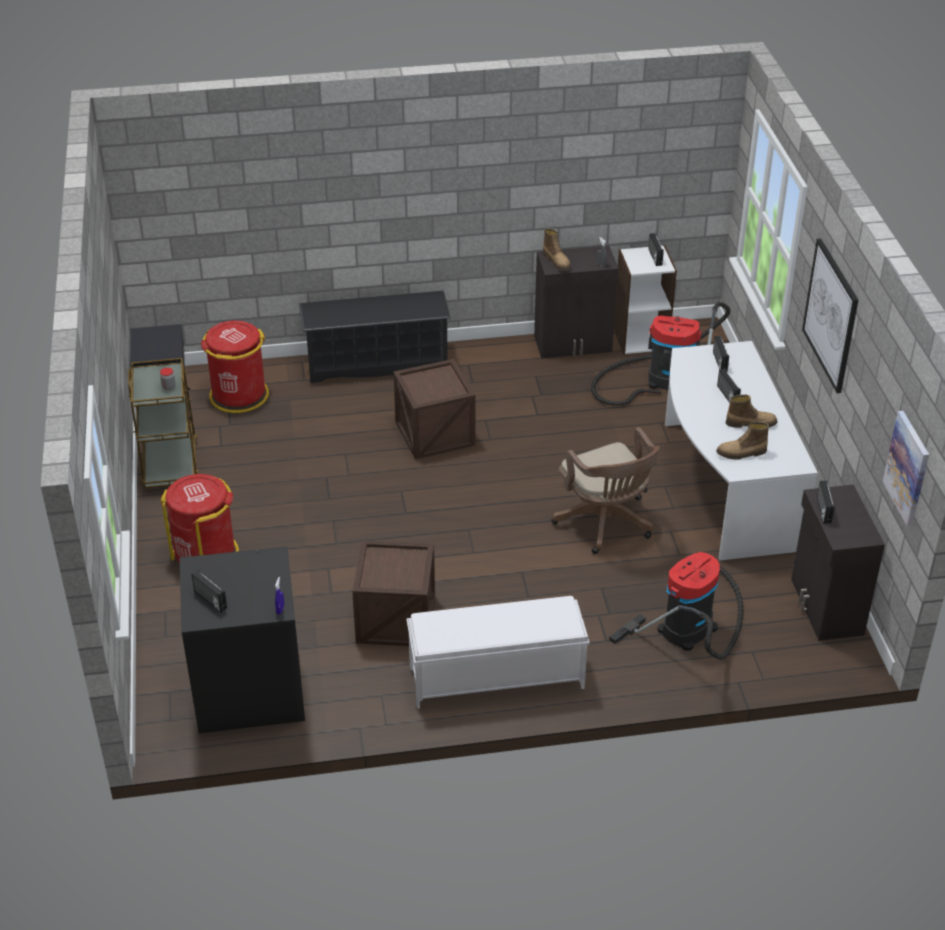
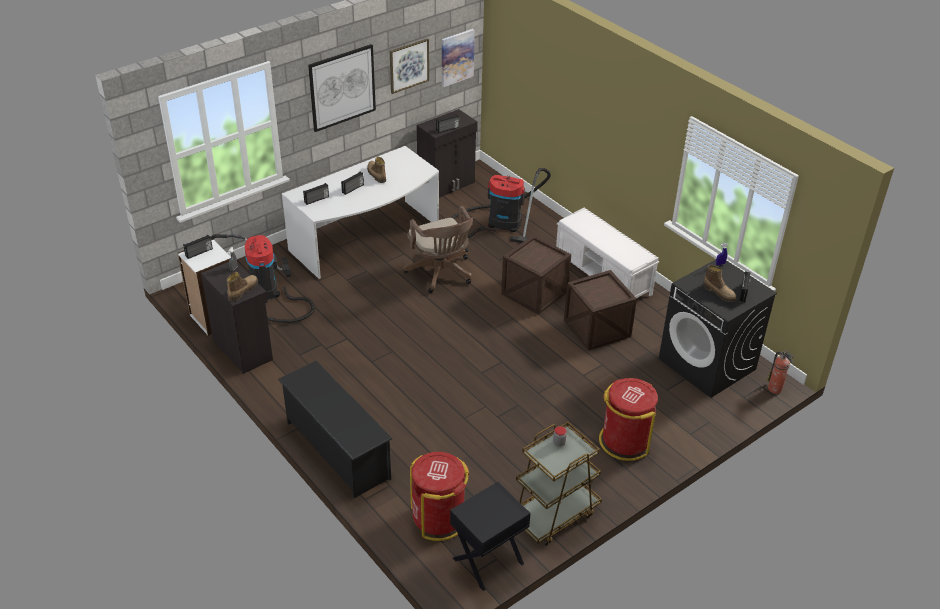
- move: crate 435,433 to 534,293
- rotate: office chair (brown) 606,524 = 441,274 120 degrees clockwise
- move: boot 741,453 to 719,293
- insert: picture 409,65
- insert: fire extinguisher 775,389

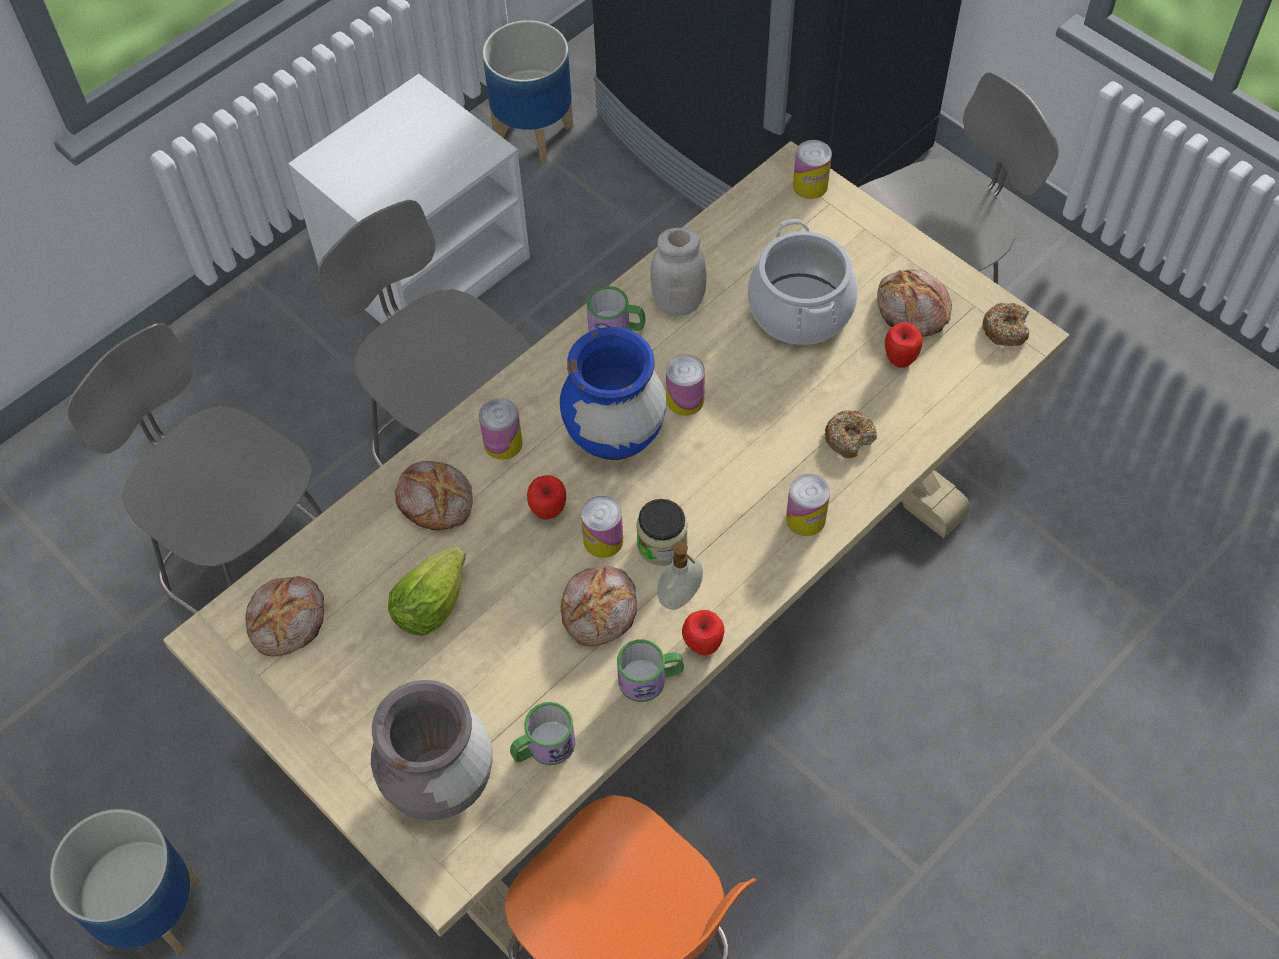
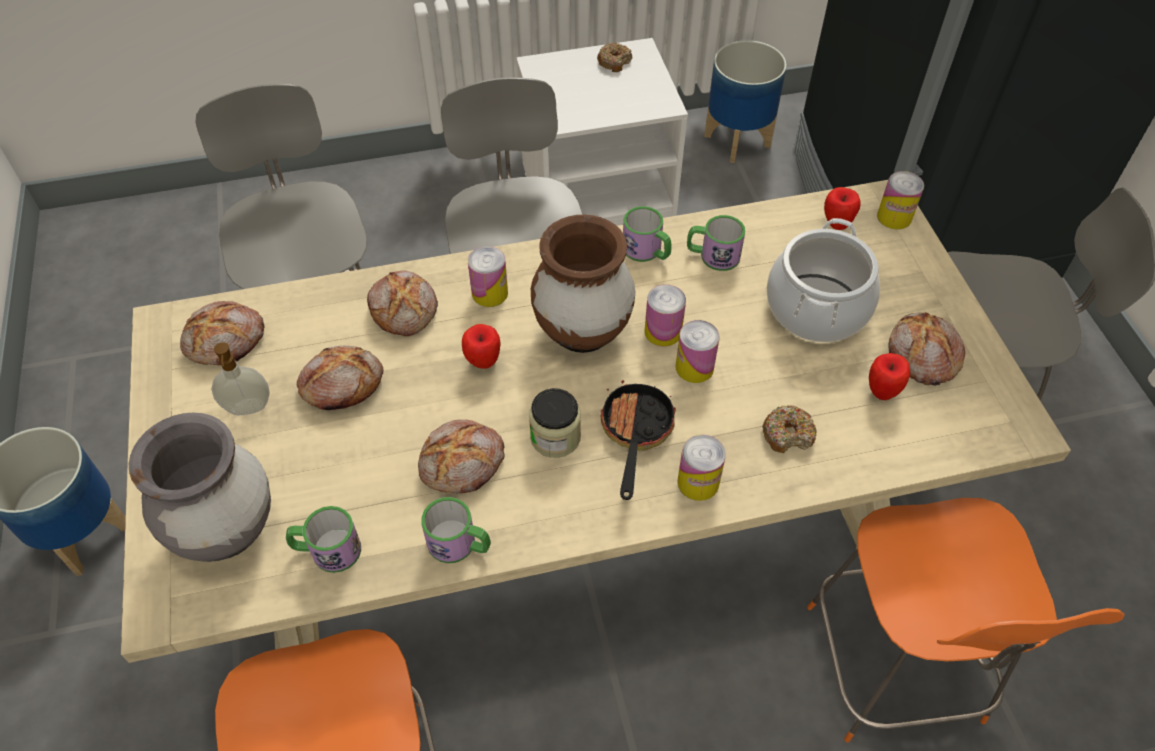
- replace: lettuce 434,601 to bread 341,384
- recolor: vase (blue) 614,436 to vase (brown) 582,332
- move: can 603,540 to 694,367
- replace: jar (white) 678,303 to mug 712,255
- move: soap dispenser 681,598 to 248,408
- move: apple 703,646 to 836,224
- move: donut 1005,329 to 614,62
- insert: frying pan 635,433
- insert: chair (orange) 895,670

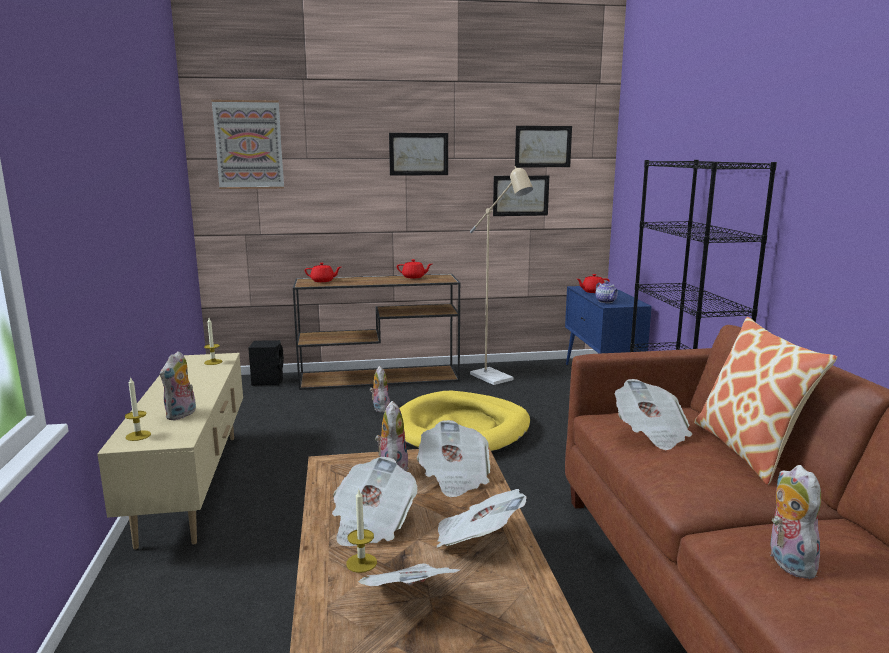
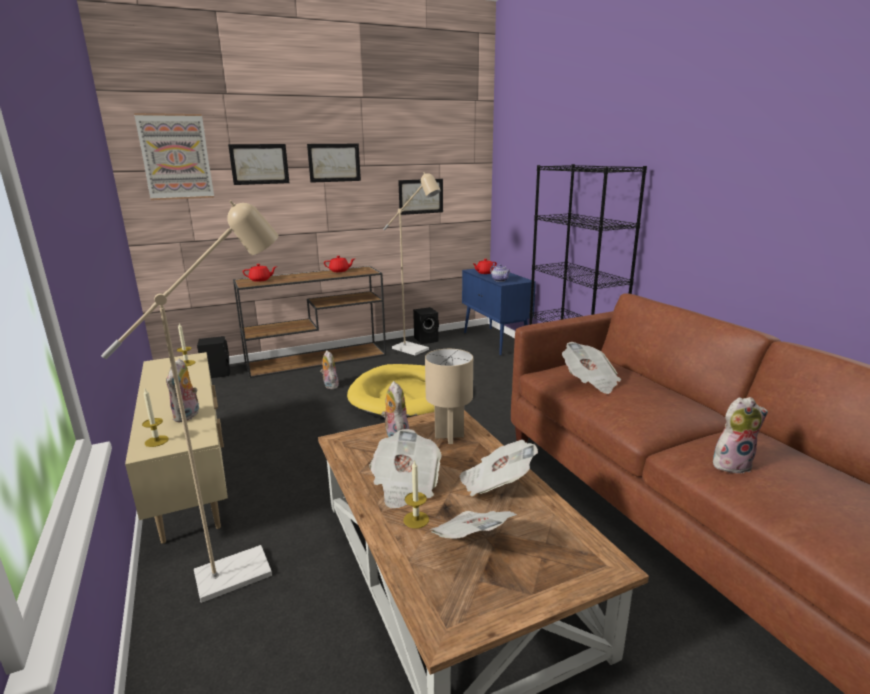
- replace: newspaper 454,477 to table lamp (beige) 449,437
- move: picture 543,146 to 259,164
- delete: pillow 749,450
- rotate: plush toy 787,561 = 731,464 105 degrees clockwise
- insert: floor lamp (beige) 247,568
- insert: speaker (black) 427,339

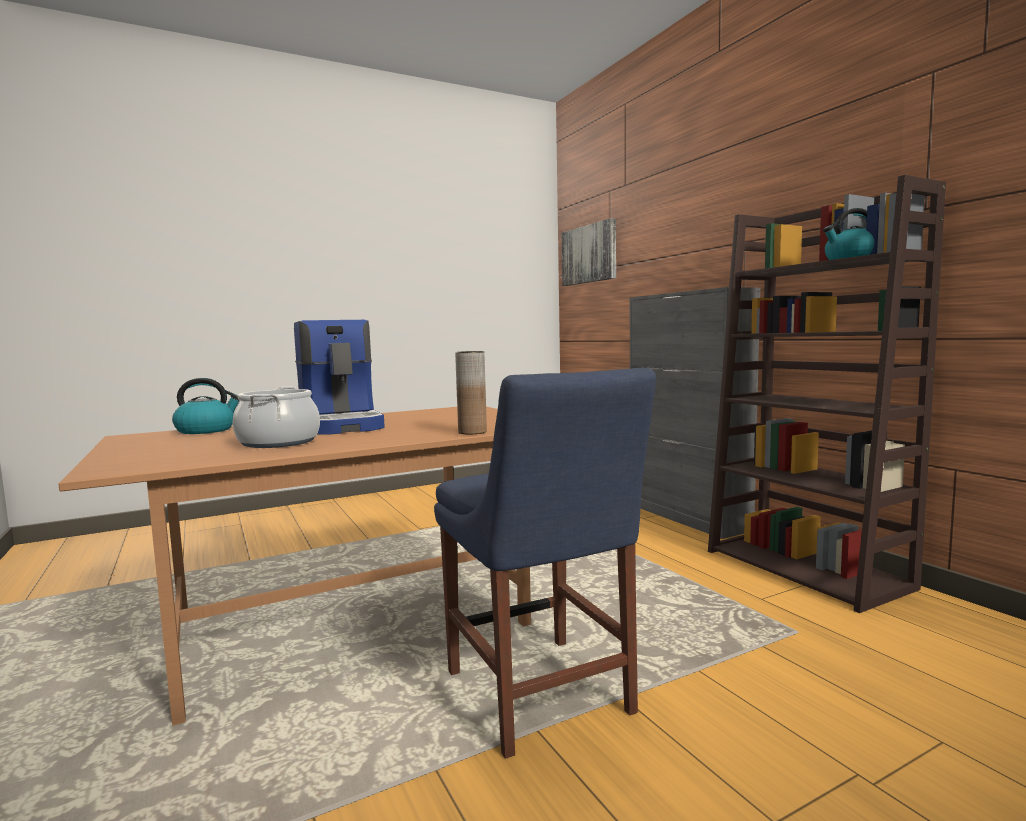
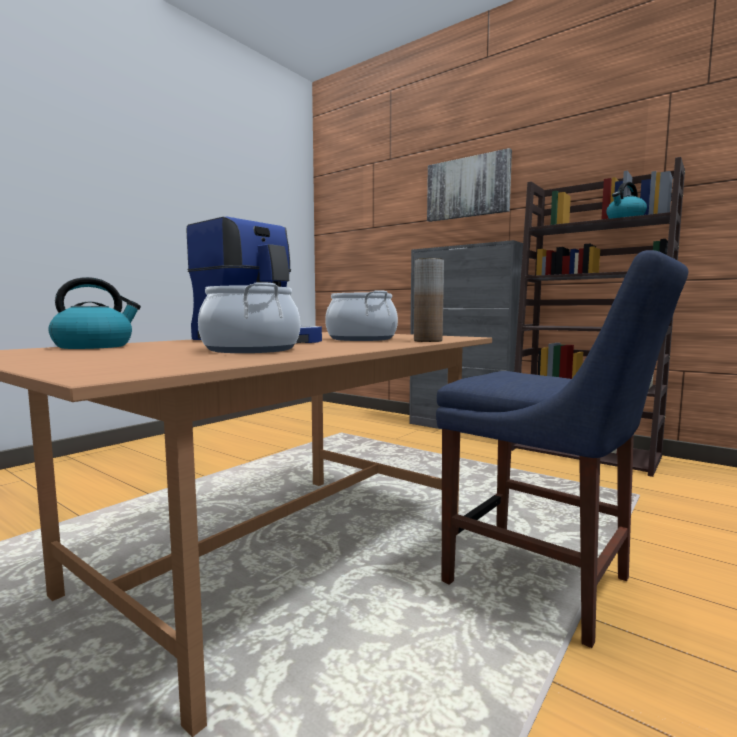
- move: picture 589,254 to 468,188
- insert: cooking pot 361,339

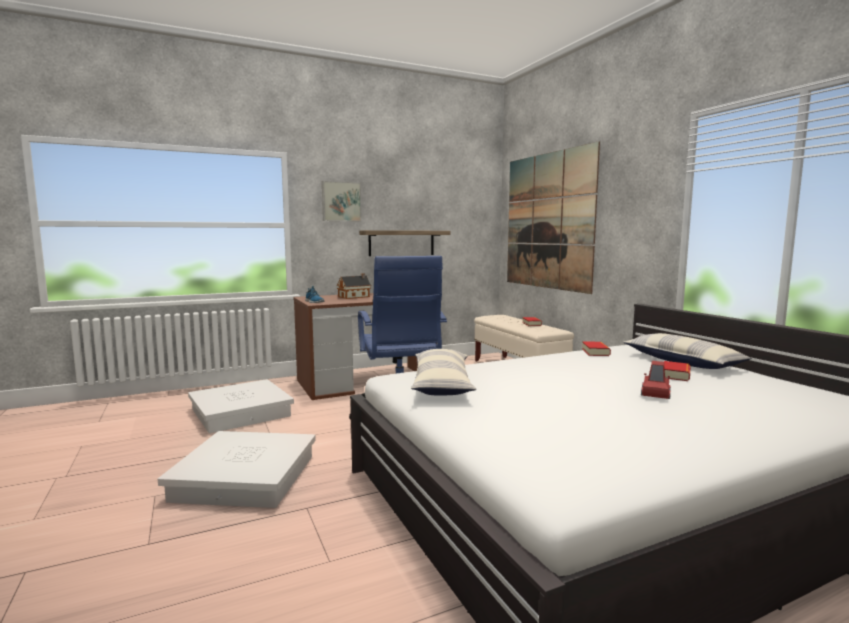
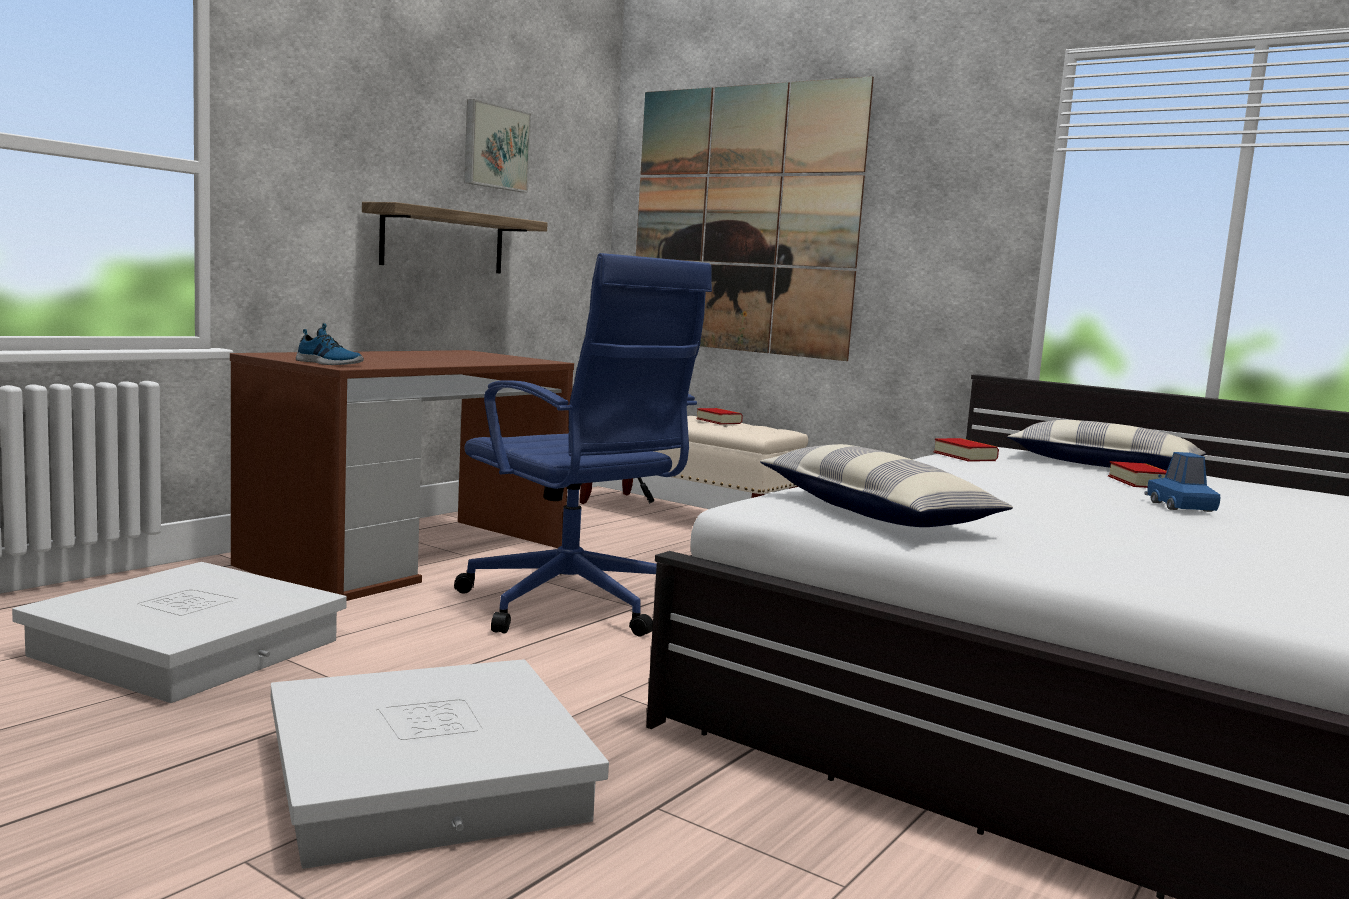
- move: picture 341,201 to 494,147
- delete: toy house 355,297
- recolor: toy car (red) 655,394 to toy car (blue) 1180,506

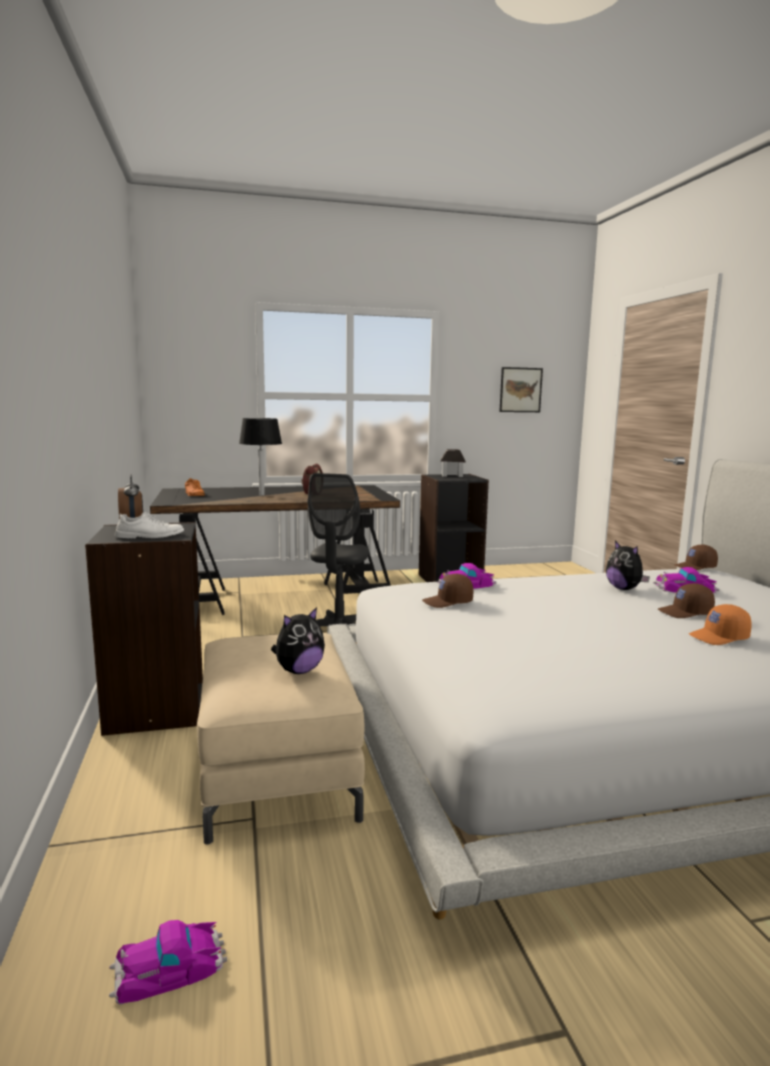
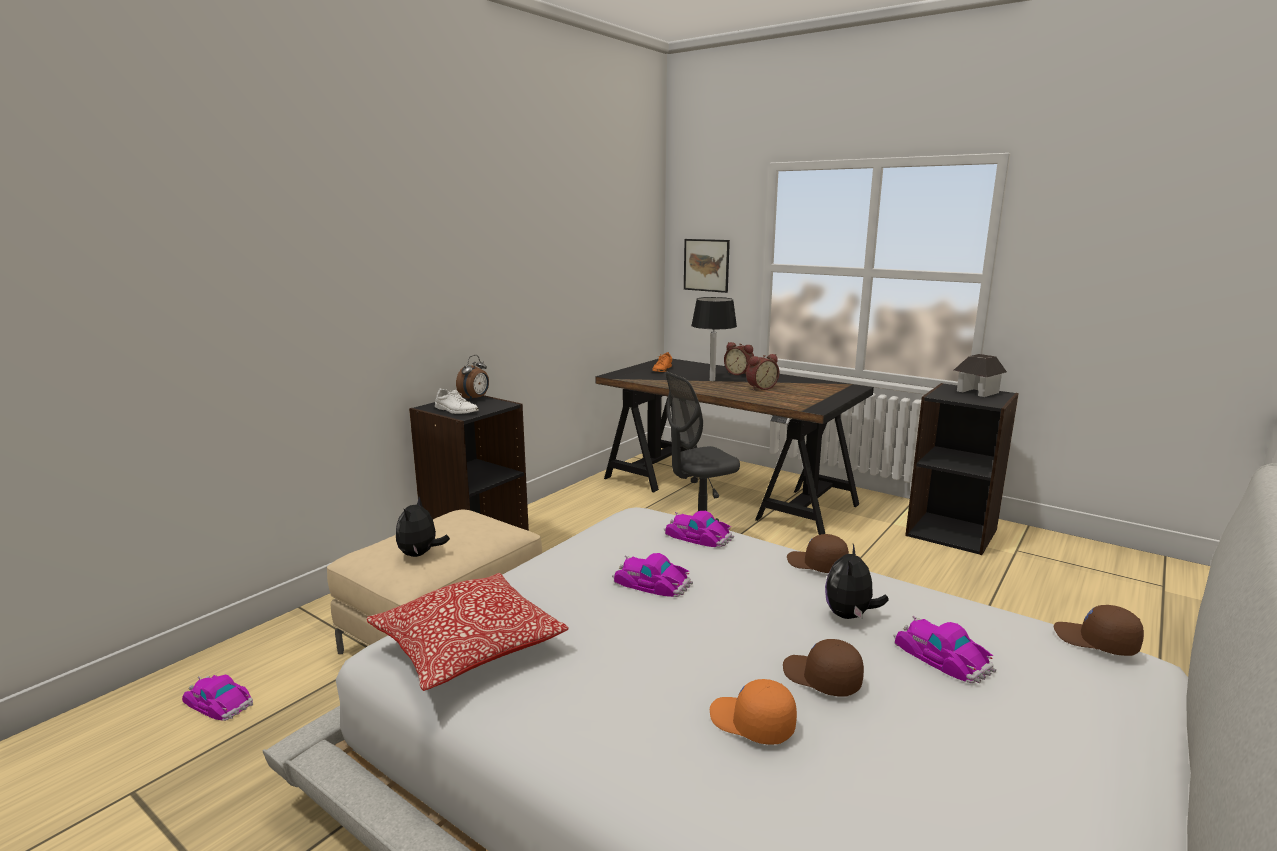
- rotate: plush toy 299,671 = 420,554 90 degrees clockwise
- move: cap (brown) 448,602 to 816,565
- move: picture 520,390 to 706,265
- insert: pillow 468,648
- insert: toy car 651,582
- insert: alarm clock 739,373

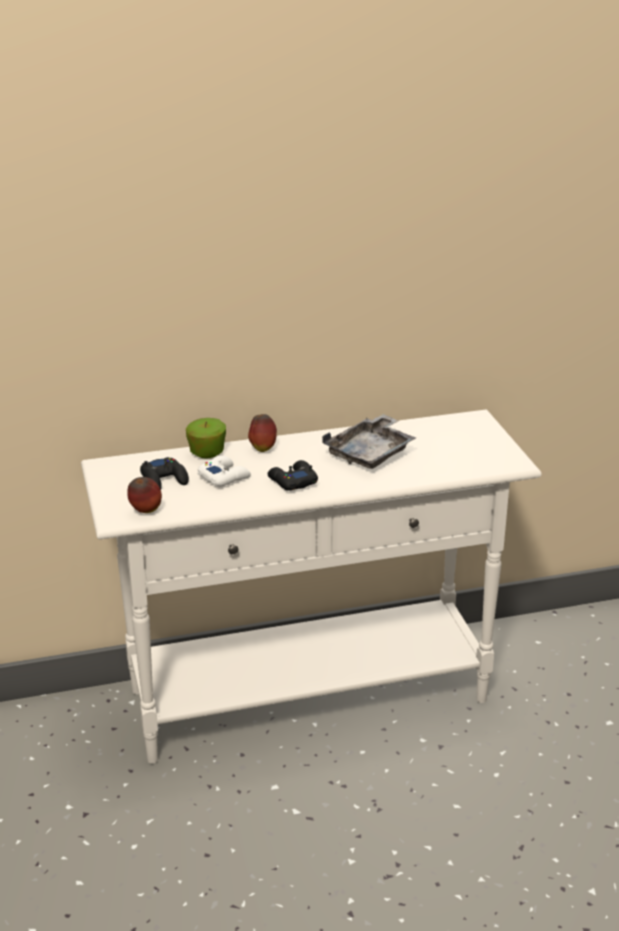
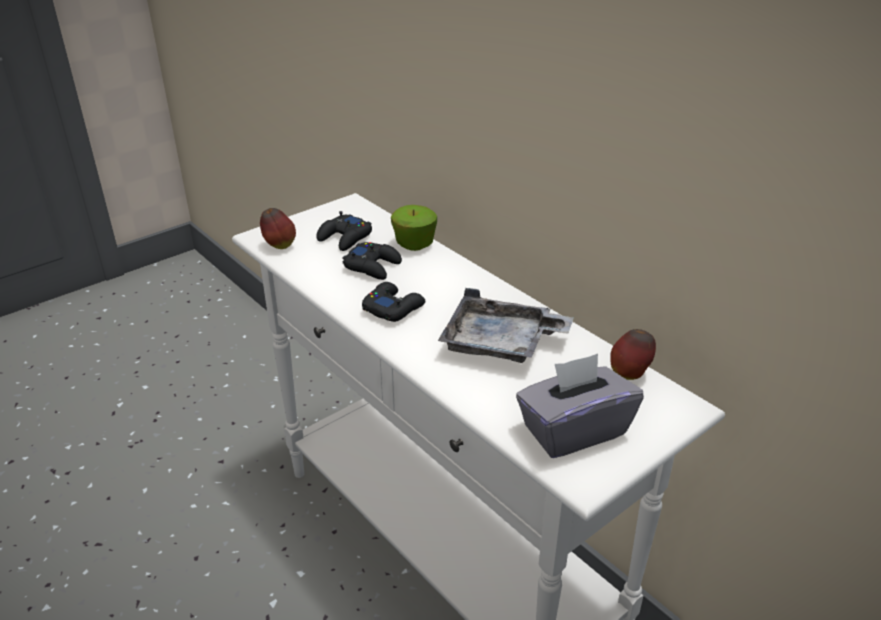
- recolor: game controller (white) 224,477 to game controller (black) 373,266
- move: apple 263,448 to 629,375
- insert: tissue box (grey) 573,430

